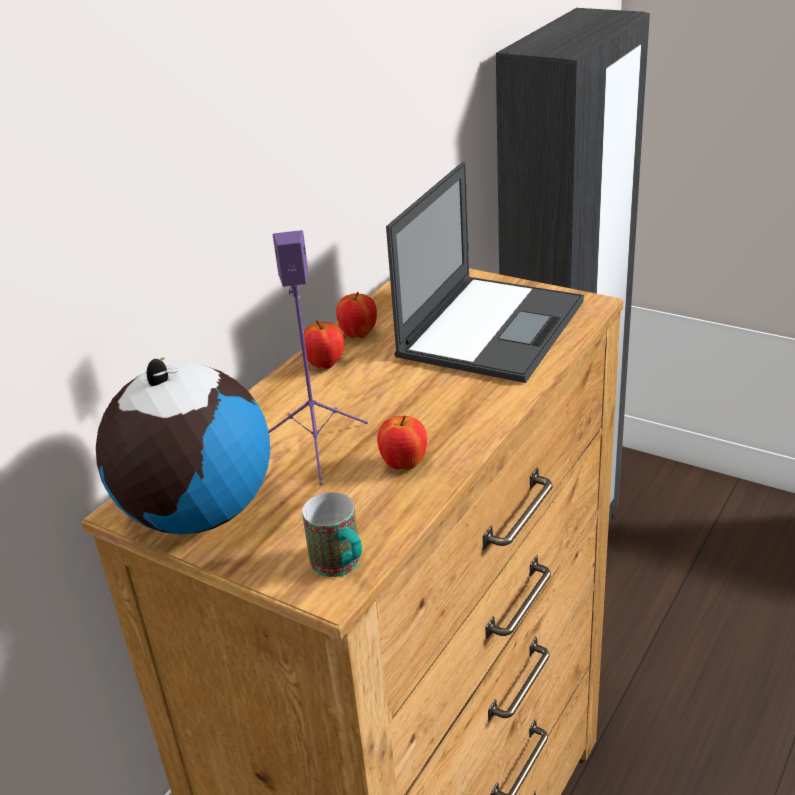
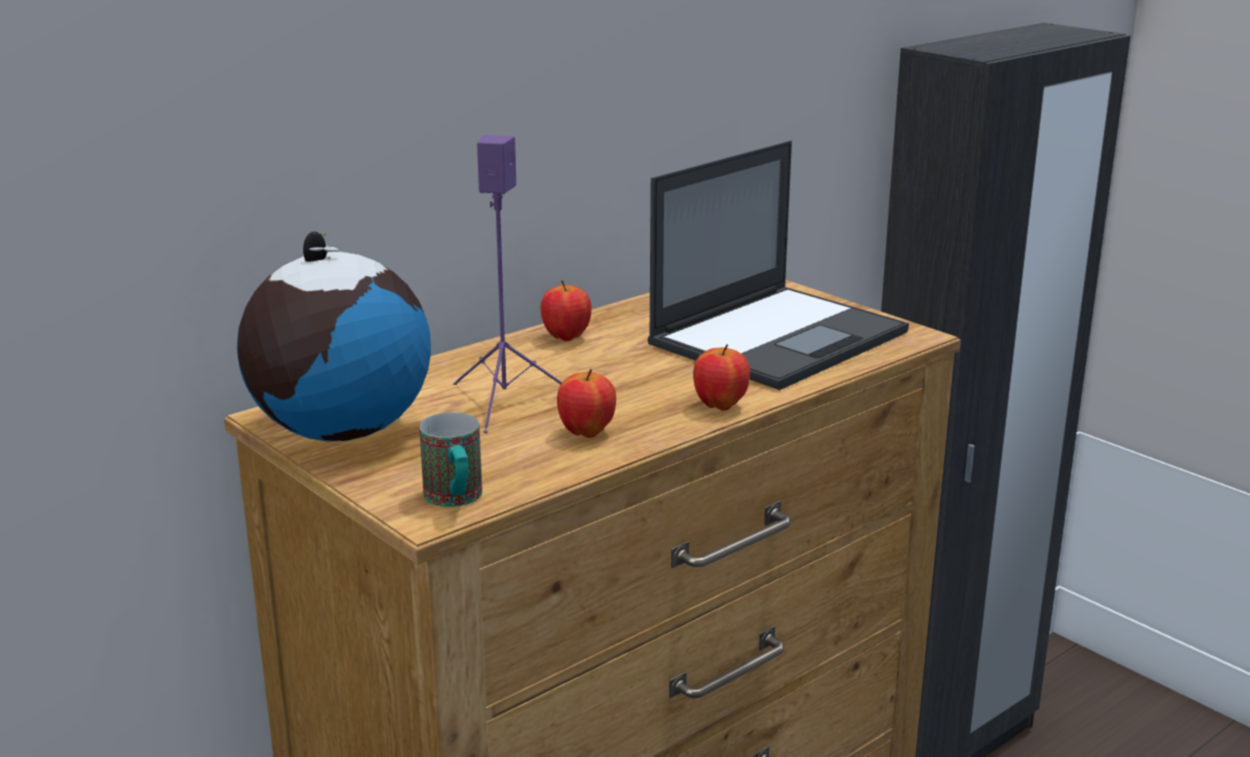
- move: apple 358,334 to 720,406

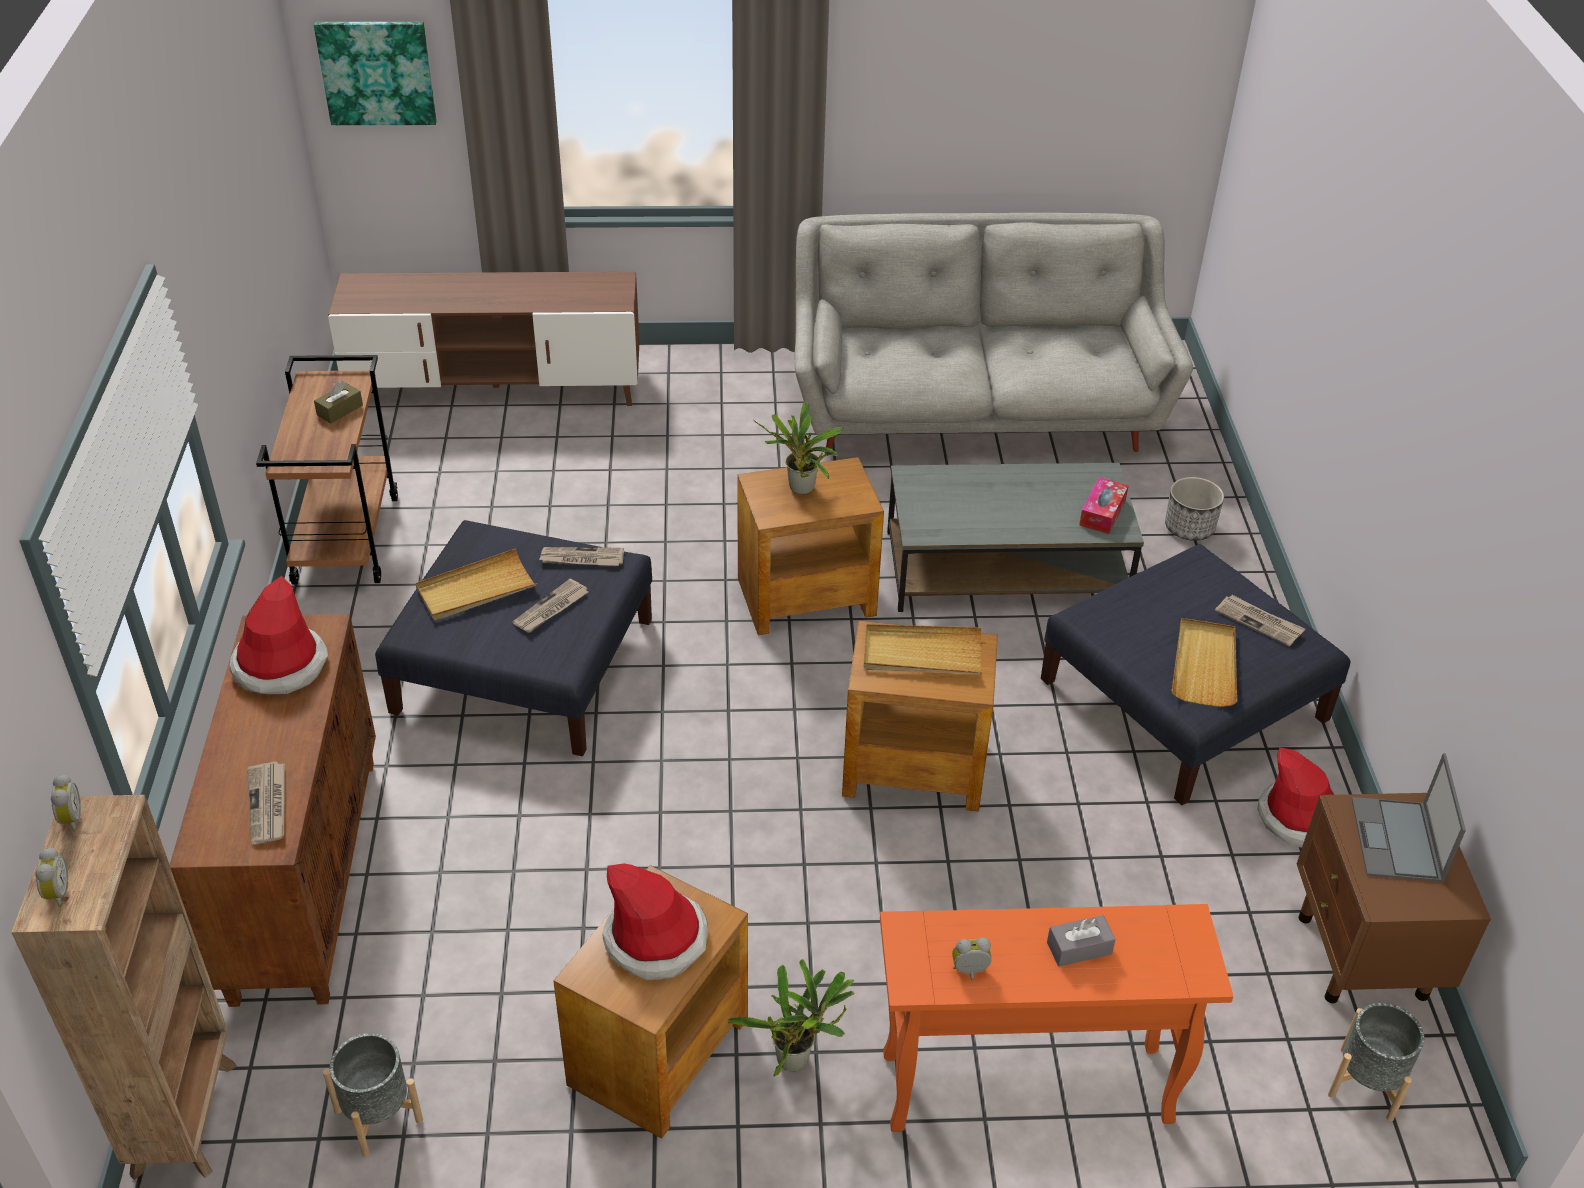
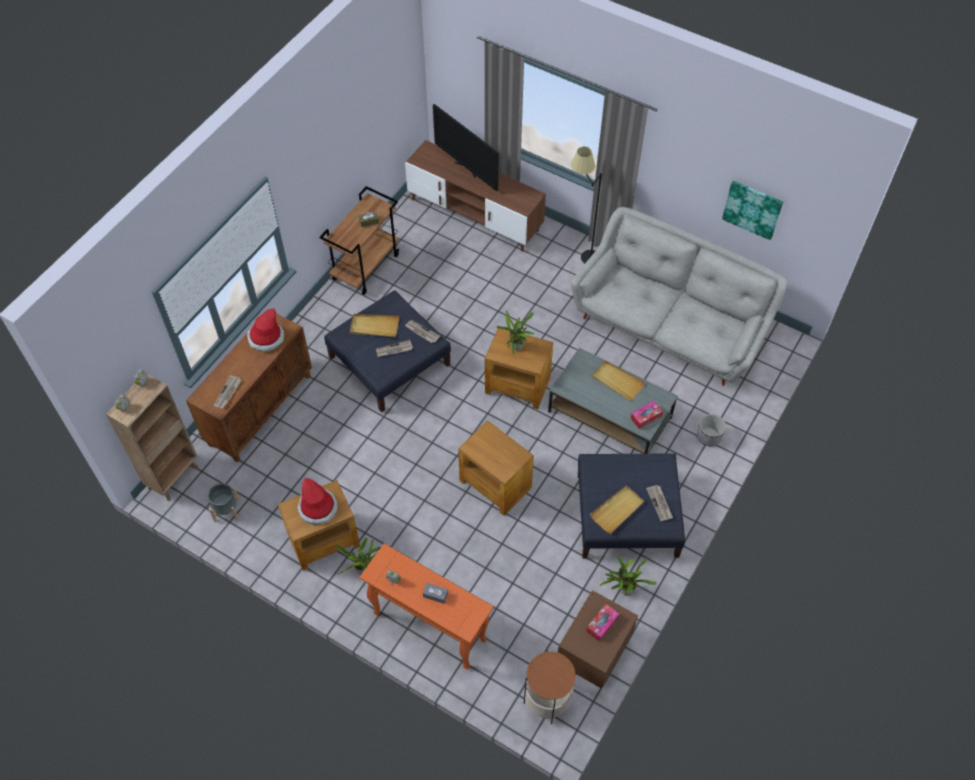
- move: picture 377,72 to 752,209
- move: tray (beige) 922,654 to 617,381
- replace: hat 1299,818 to potted plant 624,590
- replace: planter (grey) 1366,1084 to side table 547,699
- replace: laptop 1397,841 to tissue box 602,624
- insert: television 467,169
- insert: floor lamp (black) 581,256

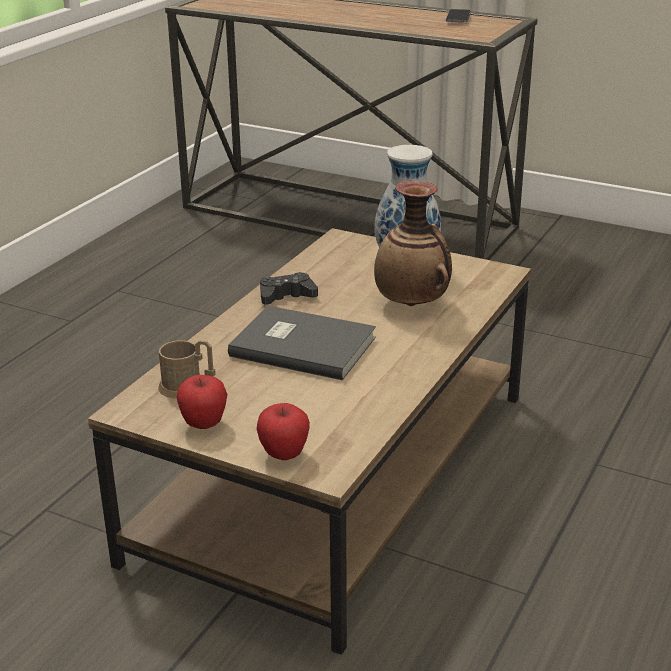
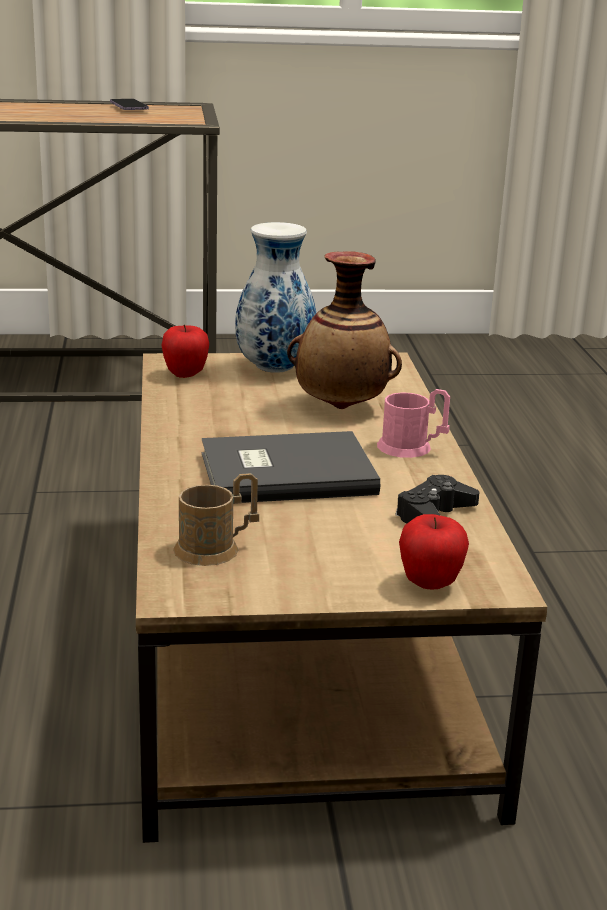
- move: apple 204,424 to 185,375
- move: game controller (black) 286,296 to 434,513
- insert: mug (pink) 412,448

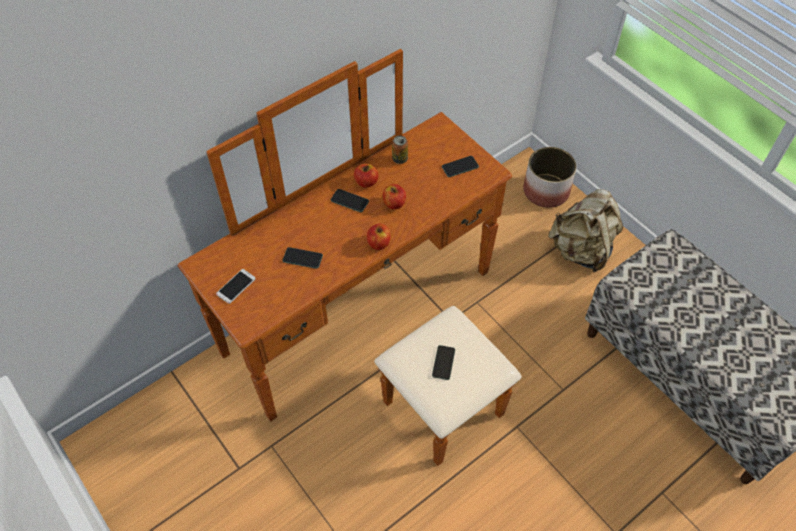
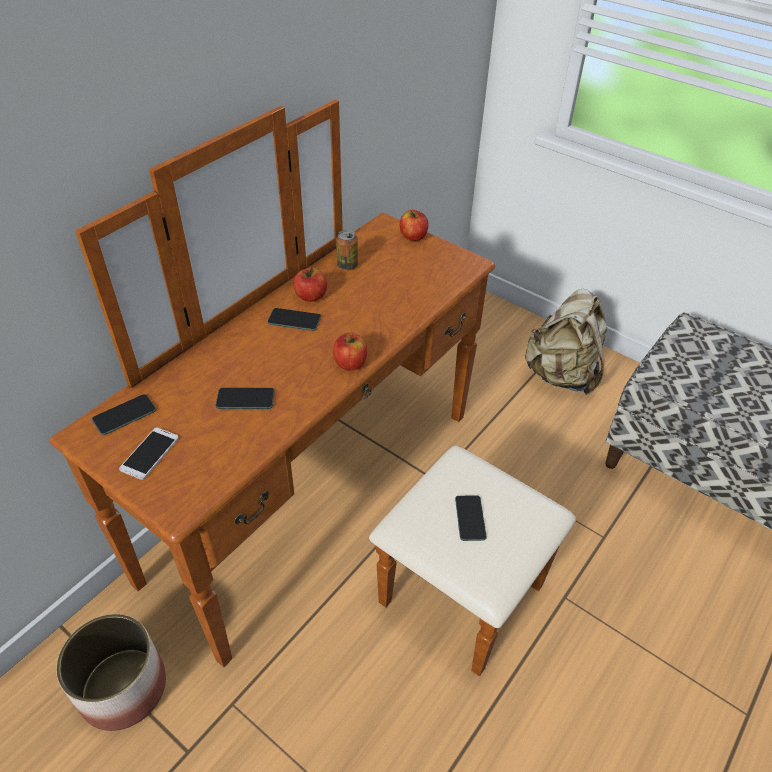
- move: apple 394,203 to 413,236
- move: phone 460,167 to 124,415
- move: planter 545,190 to 123,687

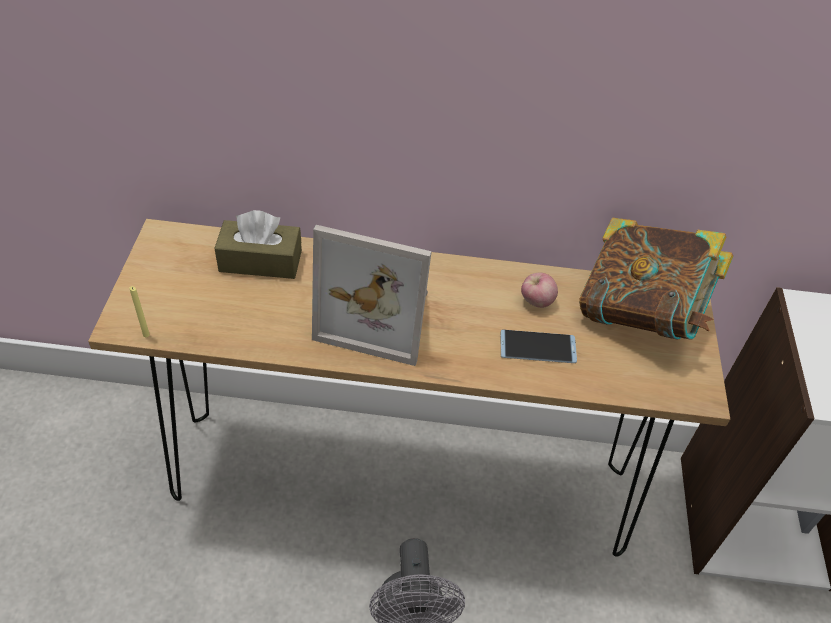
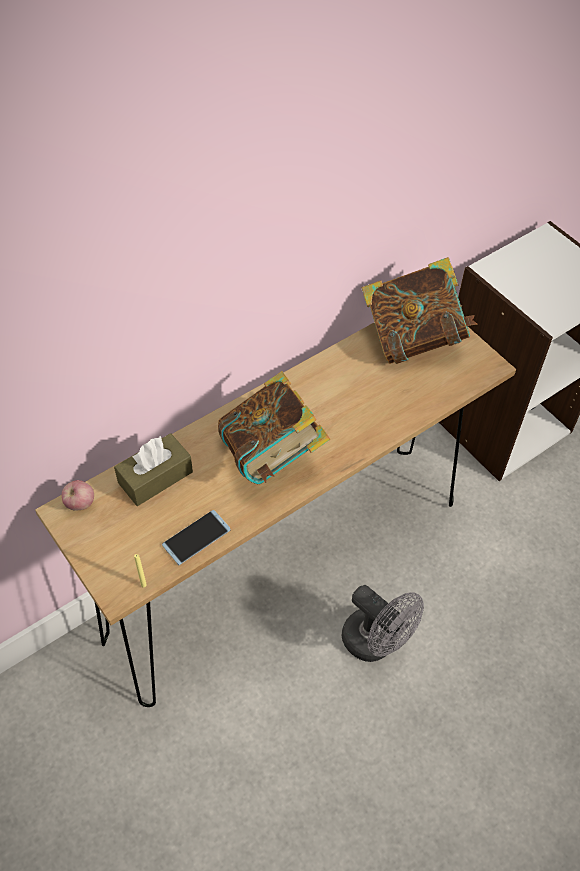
- replace: picture frame 378,315 to book 272,455
- move: phone 538,347 to 196,537
- move: apple 536,301 to 80,504

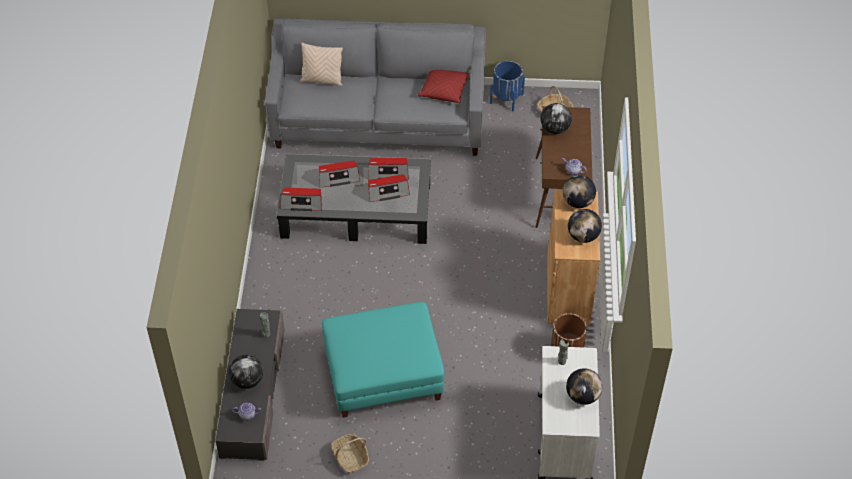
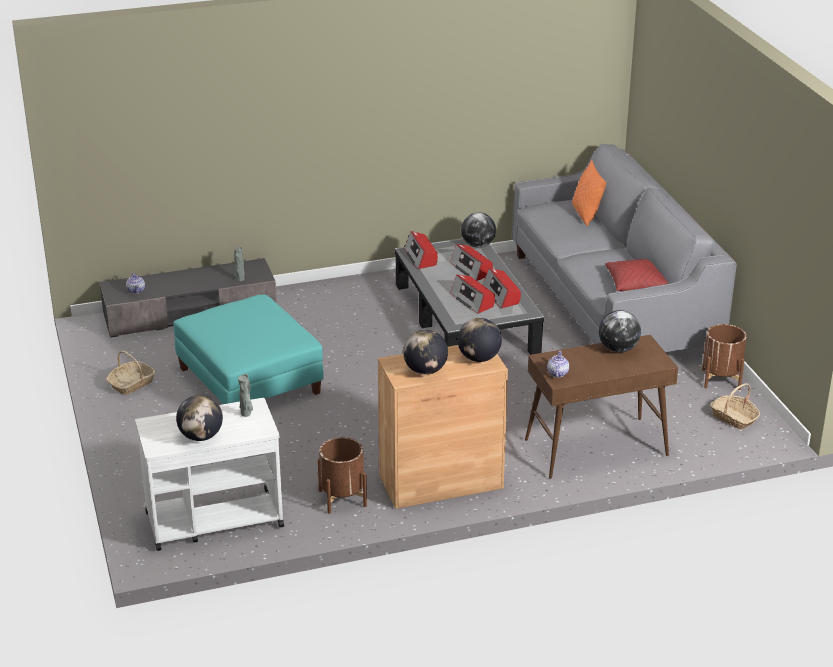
- move: globe 248,381 to 478,245
- recolor: pillow (beige) 322,80 to pillow (orange) 586,215
- recolor: planter (blue) 506,99 to planter (brown) 721,379

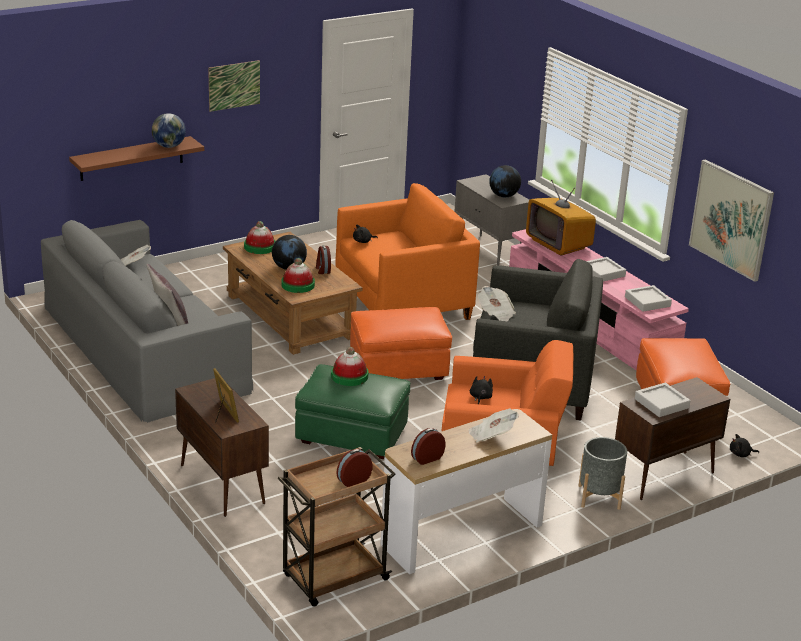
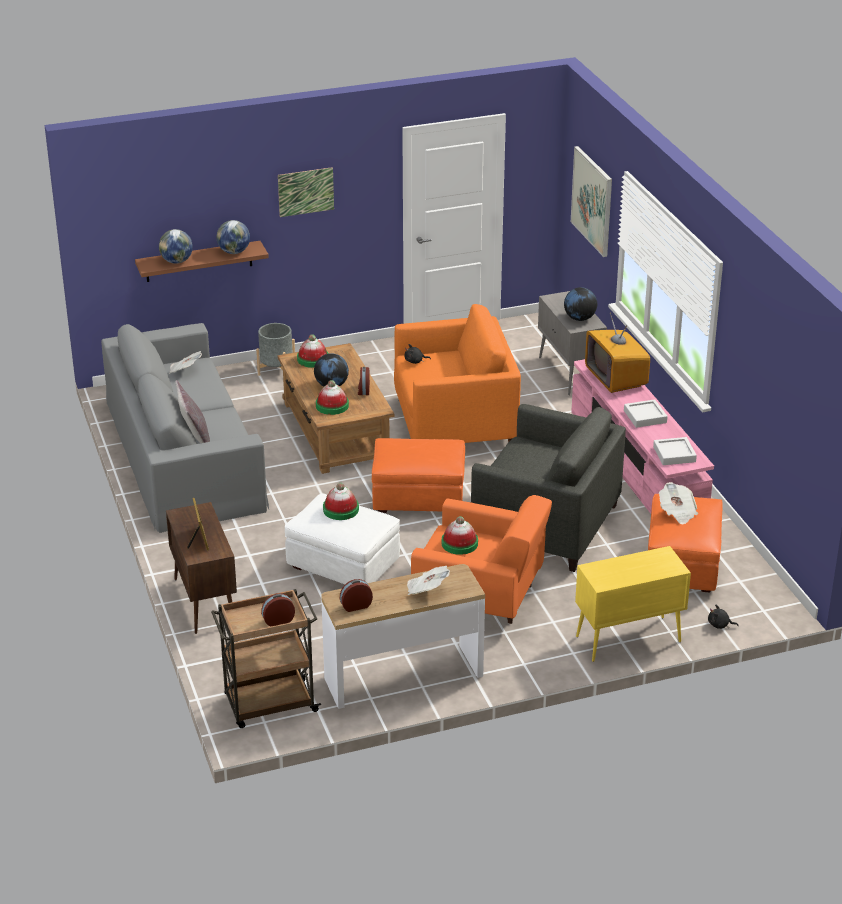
- recolor: ottoman (green) 351,435 to ottoman (white) 343,565
- replace: plush toy (black) 480,397 to hat 459,543
- move: newspaper 496,314 to 677,512
- move: planter (grey) 599,497 to 276,370
- recolor: cabinet (brown) 662,476 to cabinet (yellow) 627,639
- delete: tray (grey) 661,403
- move: picture 731,219 to 592,201
- insert: globe 176,261

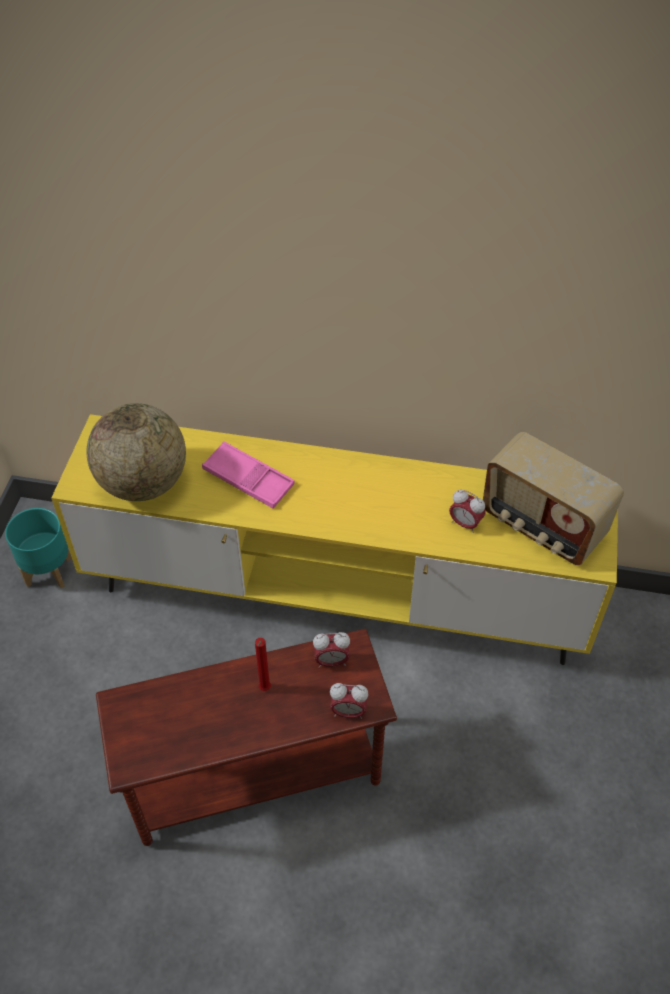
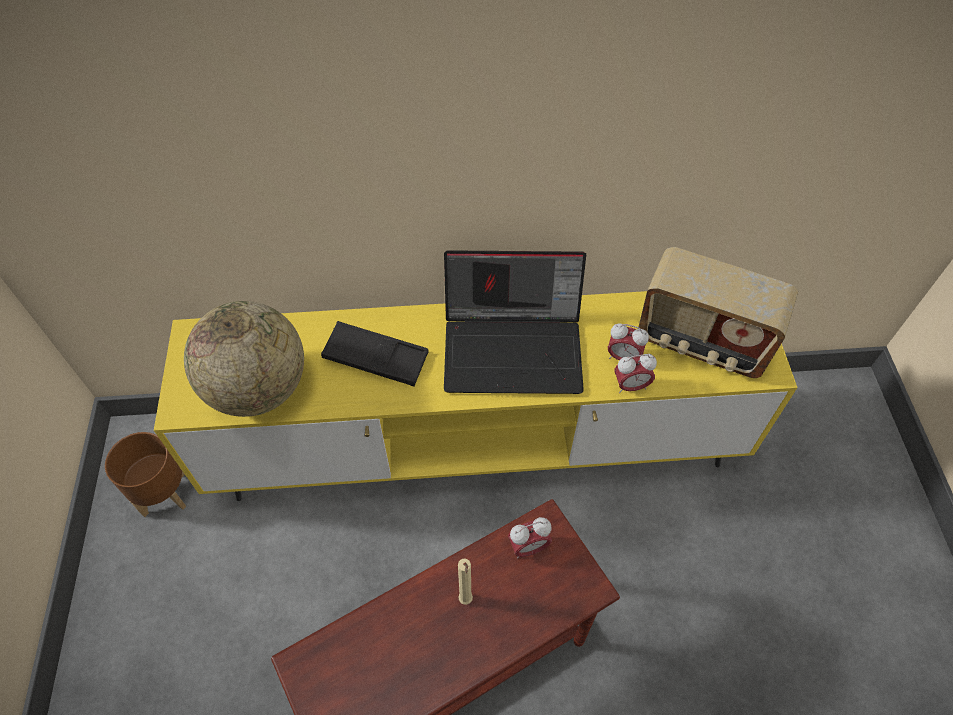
- recolor: planter (turquoise) 49,571 to planter (brown) 165,493
- recolor: tray (pink) 248,479 to tray (black) 376,358
- recolor: candle (red) 264,690 to candle (beige) 465,601
- move: alarm clock 348,712 to 630,386
- insert: laptop 514,347

